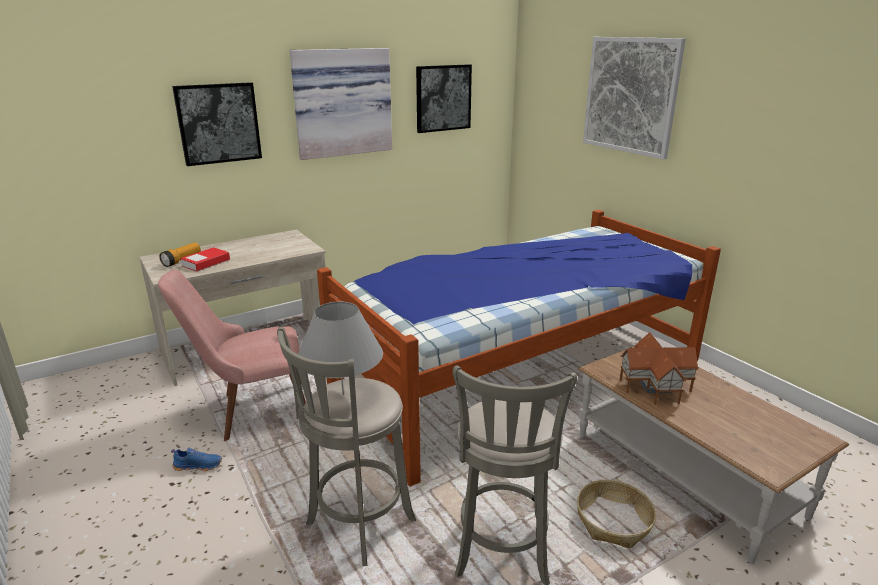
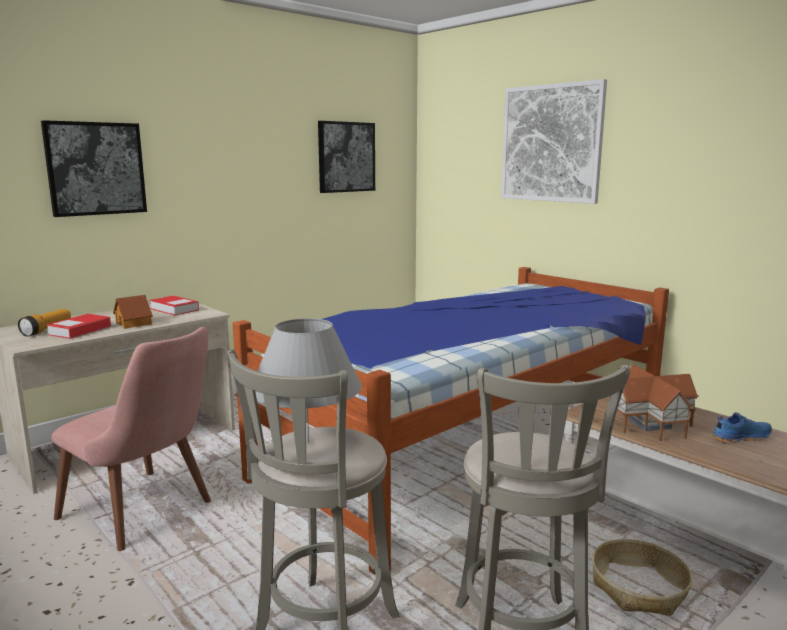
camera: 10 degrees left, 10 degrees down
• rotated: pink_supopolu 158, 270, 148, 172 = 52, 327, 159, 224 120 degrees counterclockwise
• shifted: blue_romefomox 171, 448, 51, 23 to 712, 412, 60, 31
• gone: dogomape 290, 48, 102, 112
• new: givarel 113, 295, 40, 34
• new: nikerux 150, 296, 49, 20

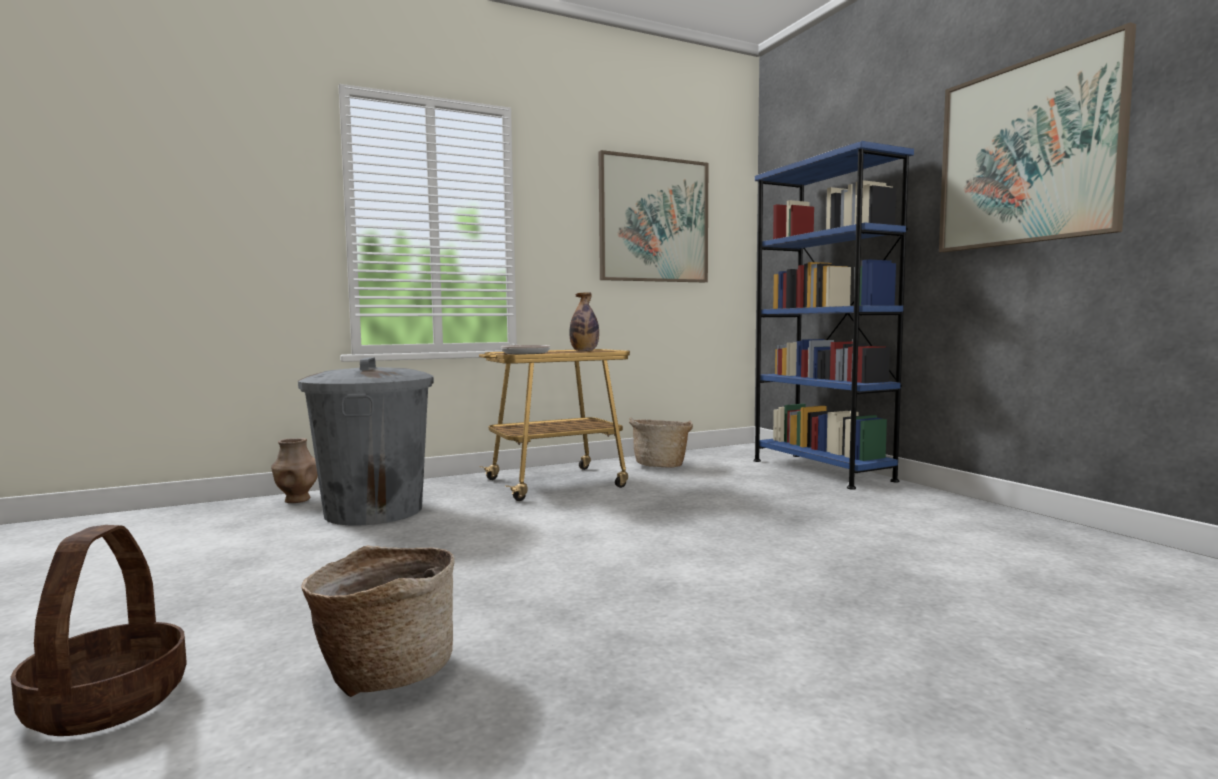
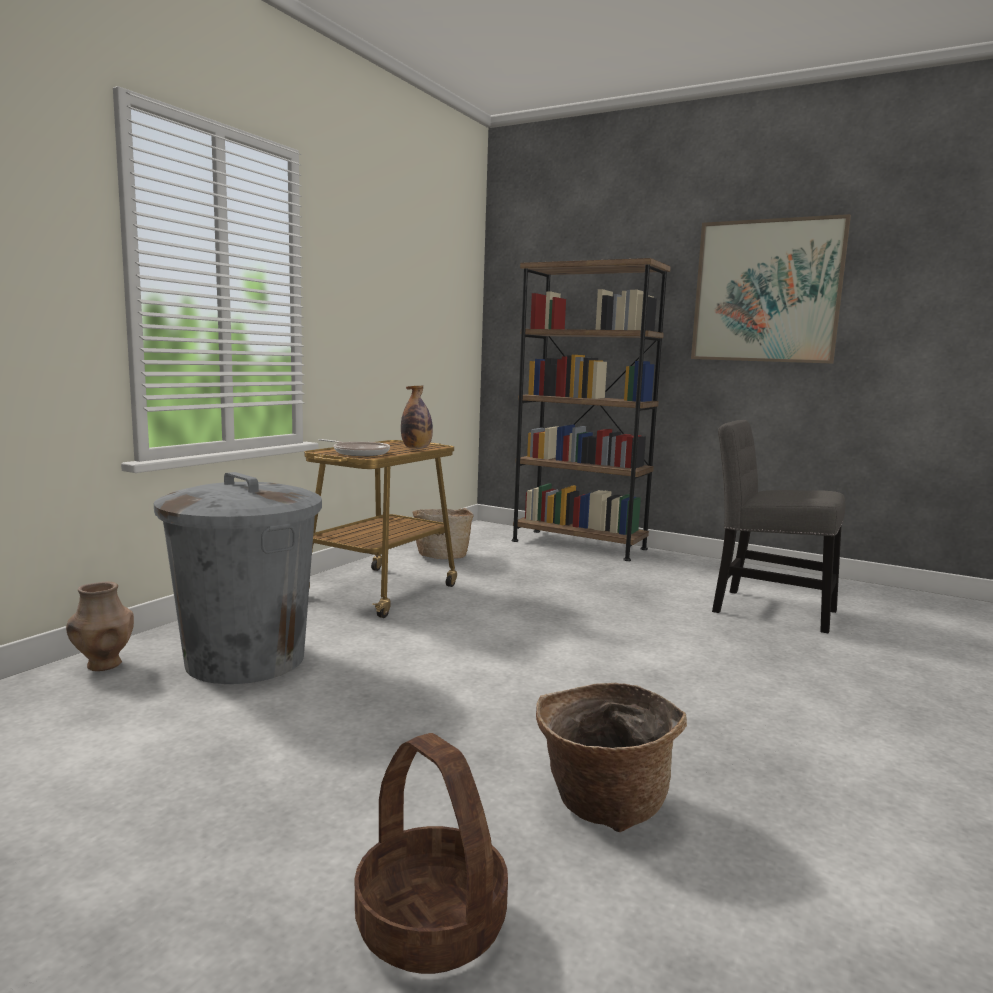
camera: 35 degrees left, 5 degrees up
• gone: dogomape 598, 150, 110, 132
• repainted: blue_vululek 753, 141, 161, 349 to brown_vululek 512, 258, 159, 303
• new: grey_supopolu 712, 420, 133, 213

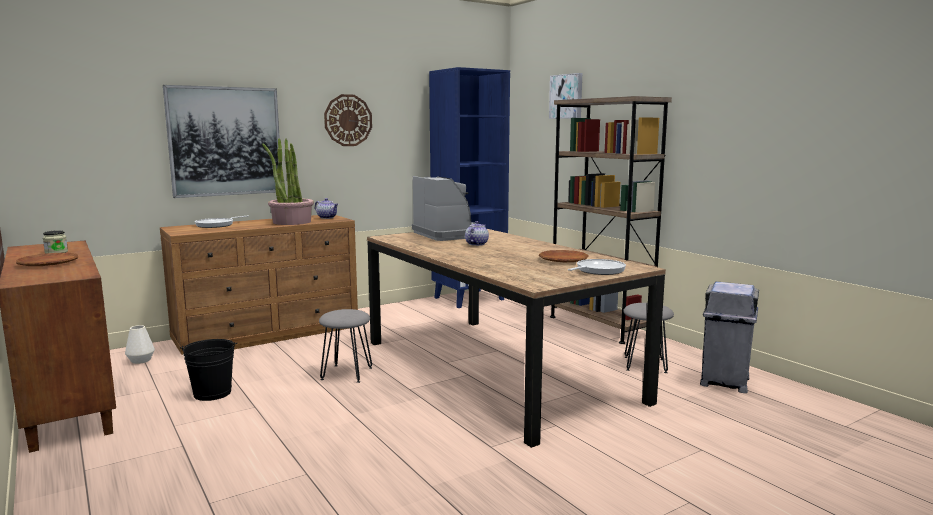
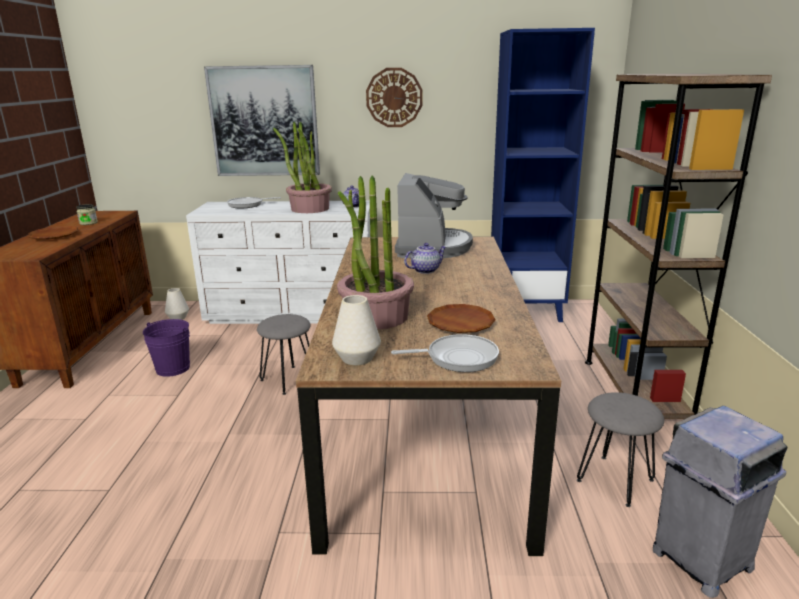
camera: 35 degrees right, 10 degrees up
• repainted: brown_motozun 160, 215, 198, 140 to white_motozun 186, 200, 184, 124
• repainted: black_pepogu 180, 339, 57, 62 to purple_pepogu 143, 319, 47, 58
• gone: dogomape 549, 73, 33, 46
• new: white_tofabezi 332, 295, 49, 70
• new: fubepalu 337, 175, 77, 155

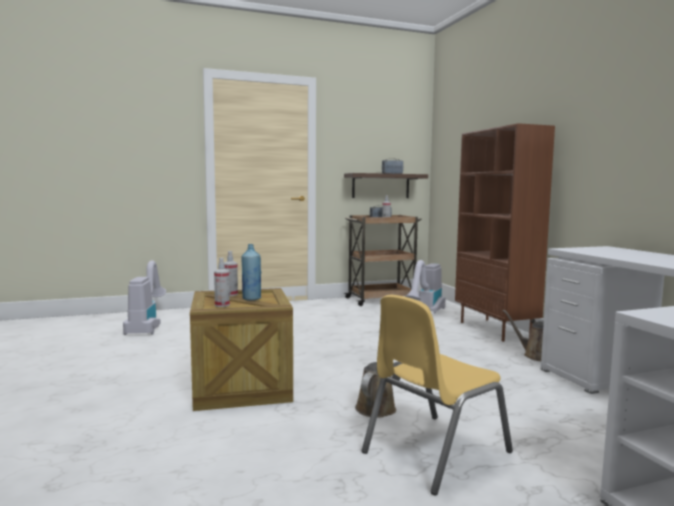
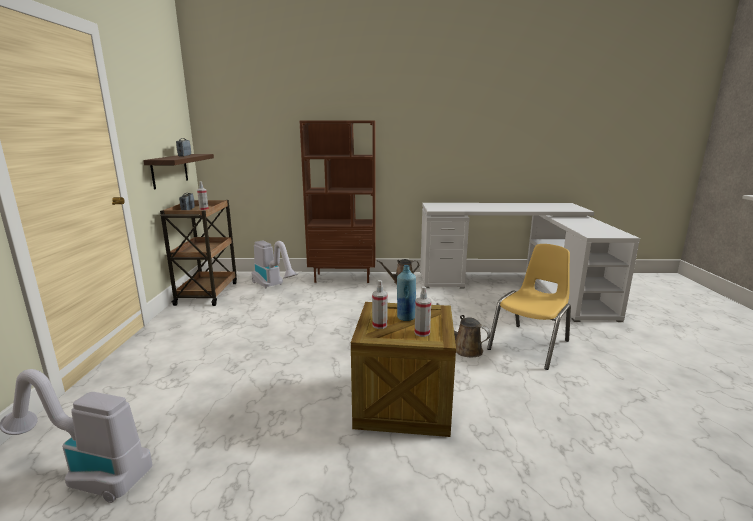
camera: 70 degrees left, 10 degrees up
• rotated: yellow_supopolu 362, 295, 151, 201 = 487, 244, 84, 126 120 degrees counterclockwise

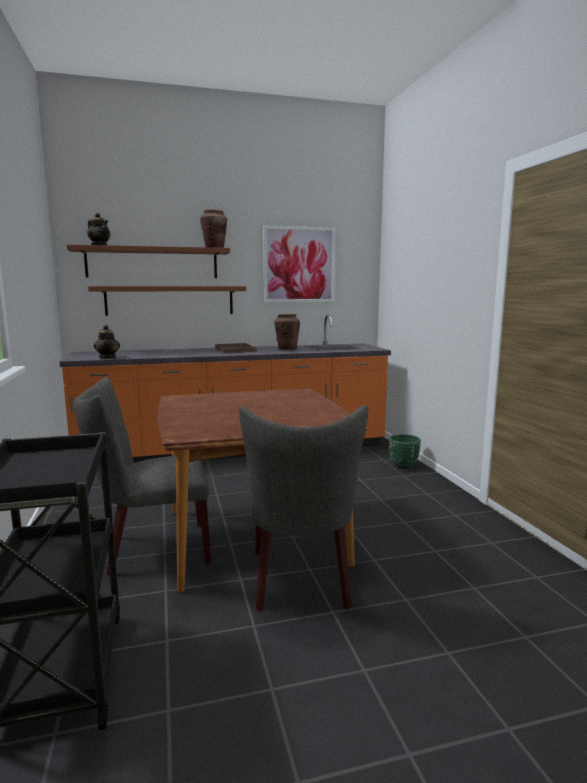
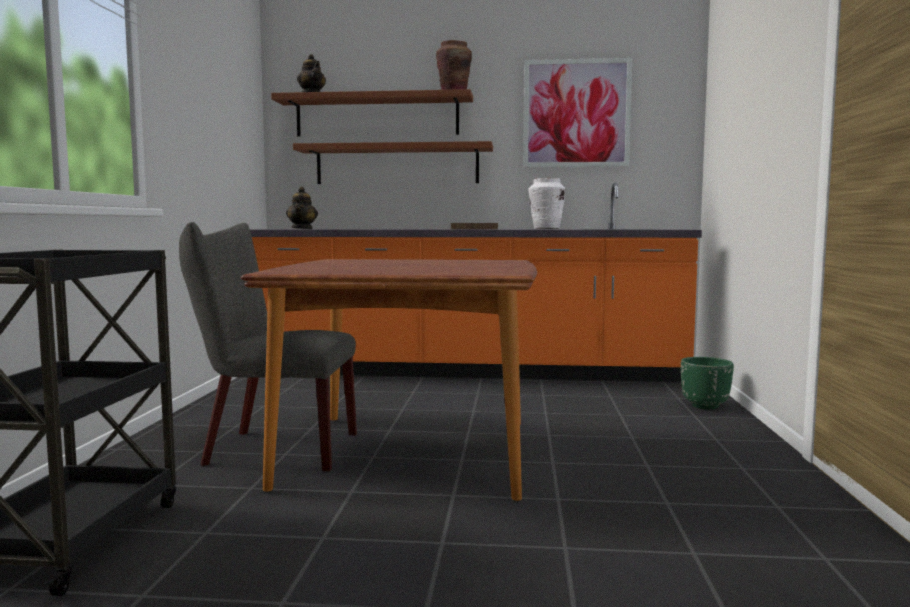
camera: 20 degrees right, 5 degrees down
• gone: grey_supopolu 239, 405, 129, 206
• repainted: brown_tofabezi 274, 314, 26, 36 to white_tofabezi 528, 178, 37, 51

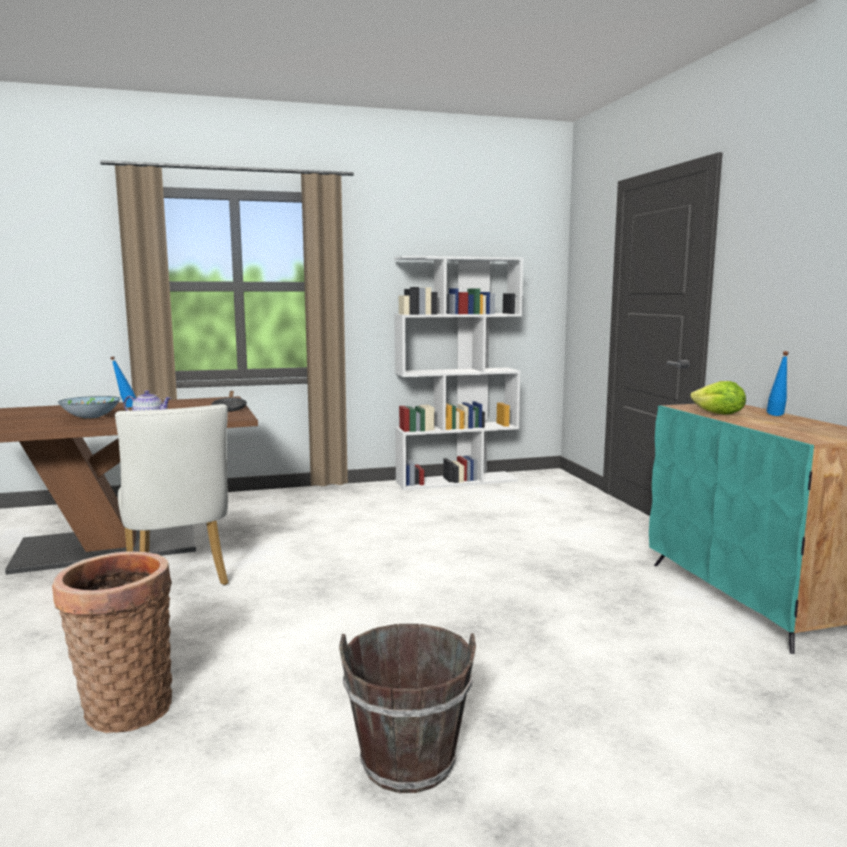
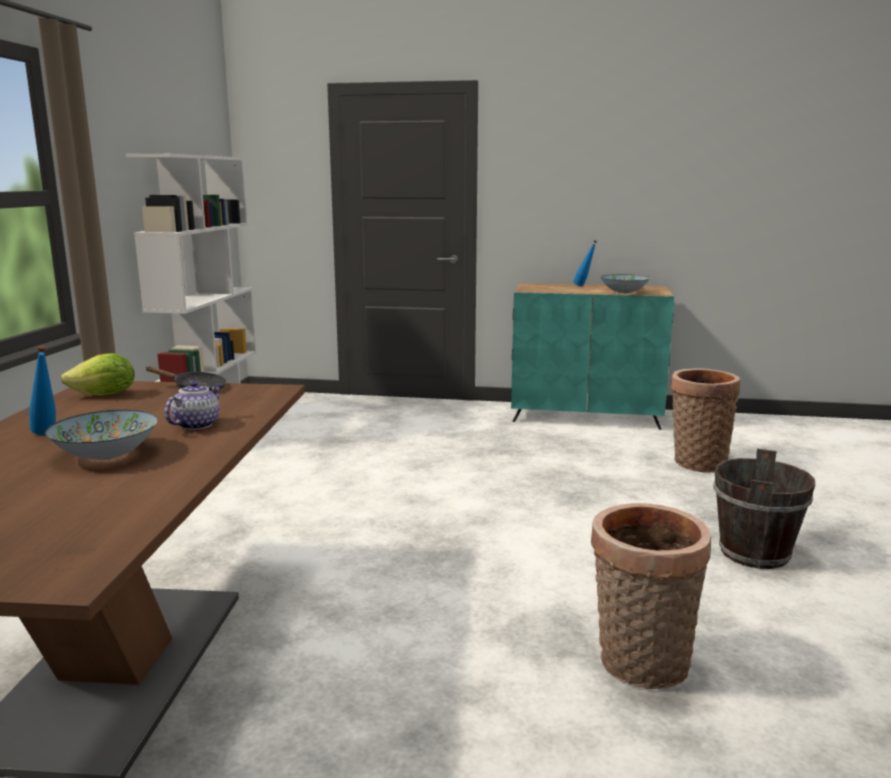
camera: 65 degrees left, 5 degrees up
• gone: white_supopolu 115, 404, 113, 181
• shifted: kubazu 690, 381, 56, 34 to 61, 353, 73, 42
• new: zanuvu 600, 274, 50, 19
• new: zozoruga 671, 369, 69, 104

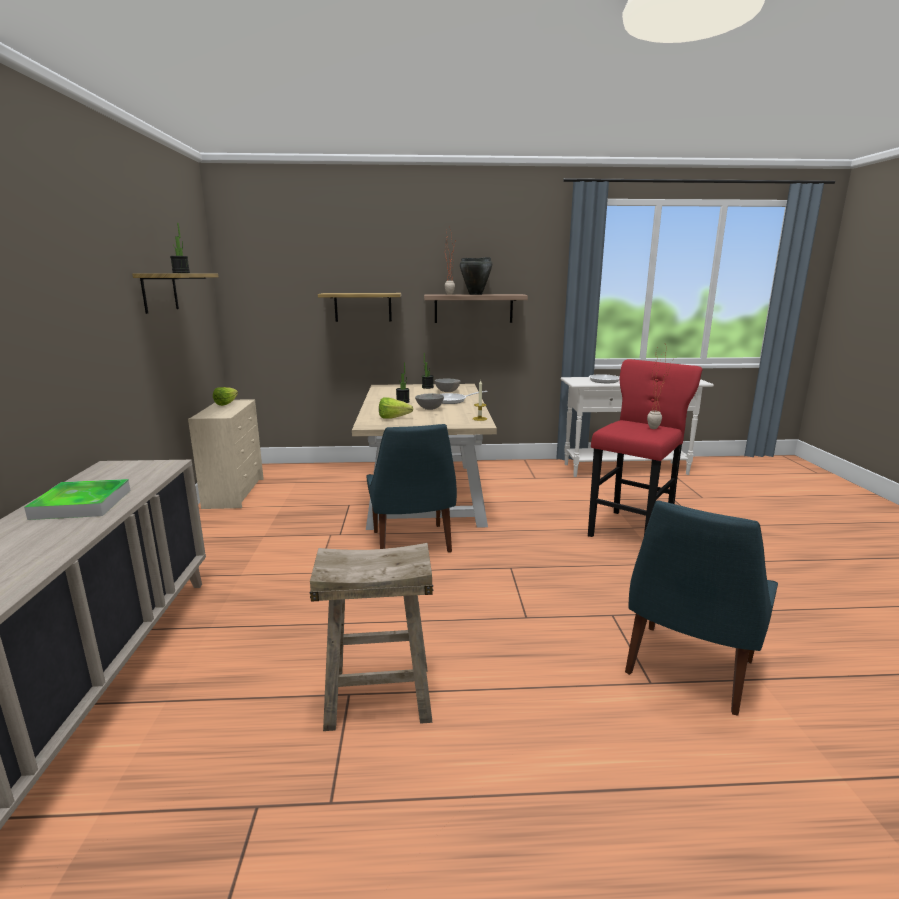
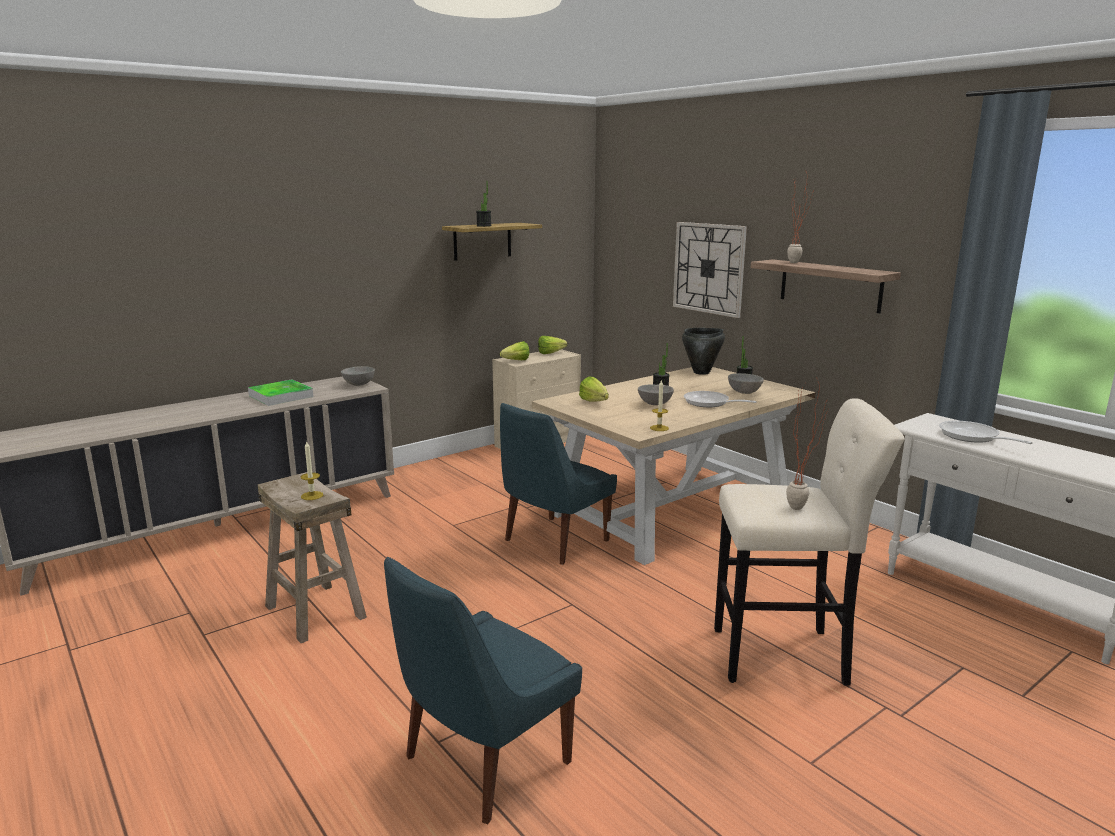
camera: 55 degrees right, 0 degrees up
• swapped: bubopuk 318, 293, 83, 29 to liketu 673, 222, 74, 96
• shifted: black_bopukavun 460, 257, 32, 38 to 682, 328, 43, 47
• repainted: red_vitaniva 588, 359, 115, 178 to beige_vitaniva 714, 398, 191, 288
• rotated: blue_supopolu 625, 500, 153, 216 = 384, 557, 198, 267 45 degrees counterclockwise
• new: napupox 301, 442, 23, 58
• new: grey_zanuvu 341, 366, 34, 20
• new: kubazu 500, 341, 29, 19

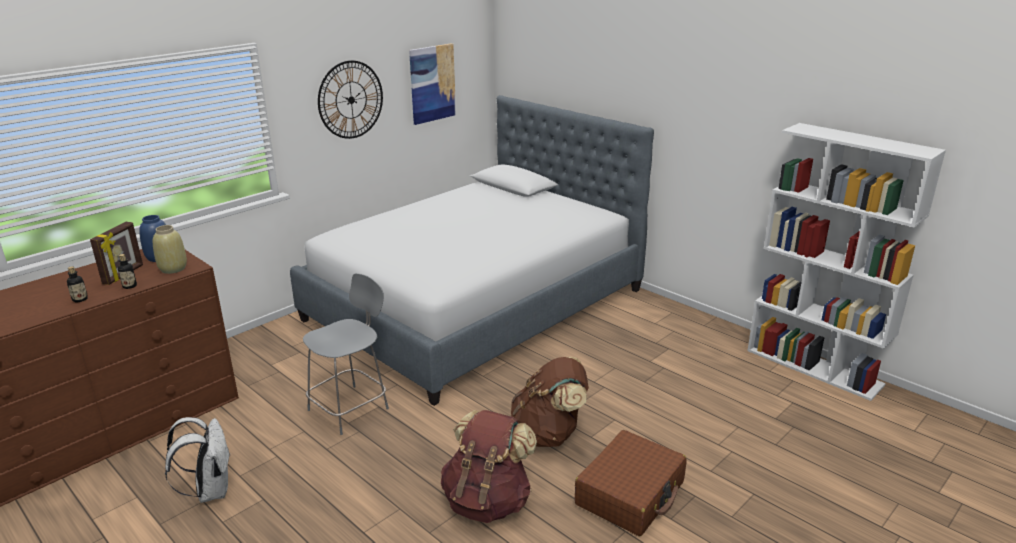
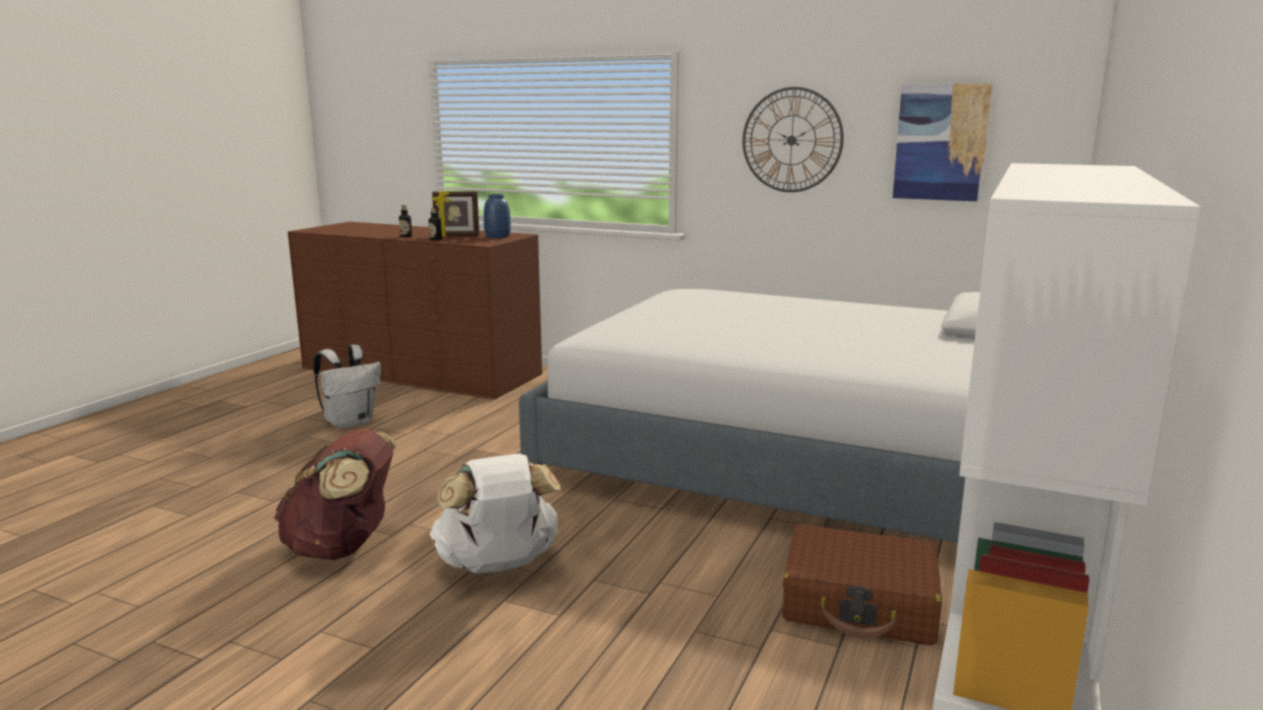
camera: 70 degrees right, 10 degrees down
• gone: beige_tofabezi 153, 225, 34, 49
• gone: grey_supopolu 303, 273, 86, 162
• repainted: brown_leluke 511, 357, 78, 90 to white_leluke 430, 454, 131, 120
• shifted: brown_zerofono 575, 430, 111, 106 to 782, 524, 160, 121

